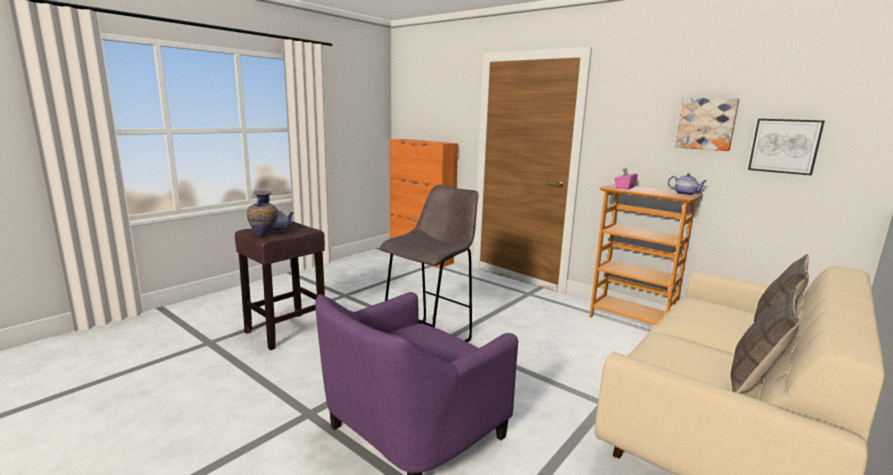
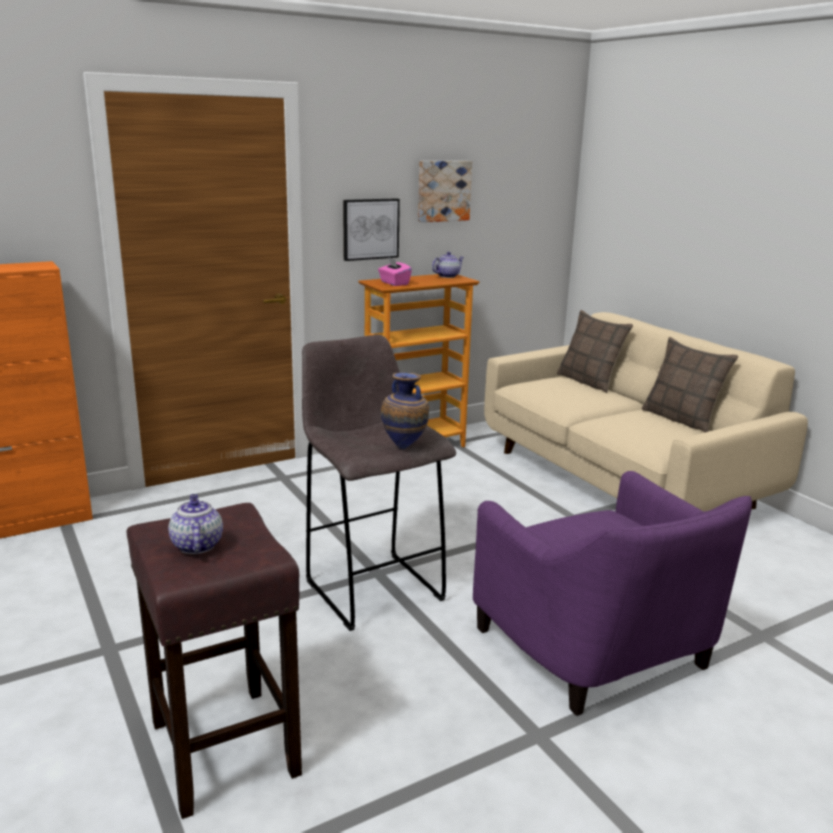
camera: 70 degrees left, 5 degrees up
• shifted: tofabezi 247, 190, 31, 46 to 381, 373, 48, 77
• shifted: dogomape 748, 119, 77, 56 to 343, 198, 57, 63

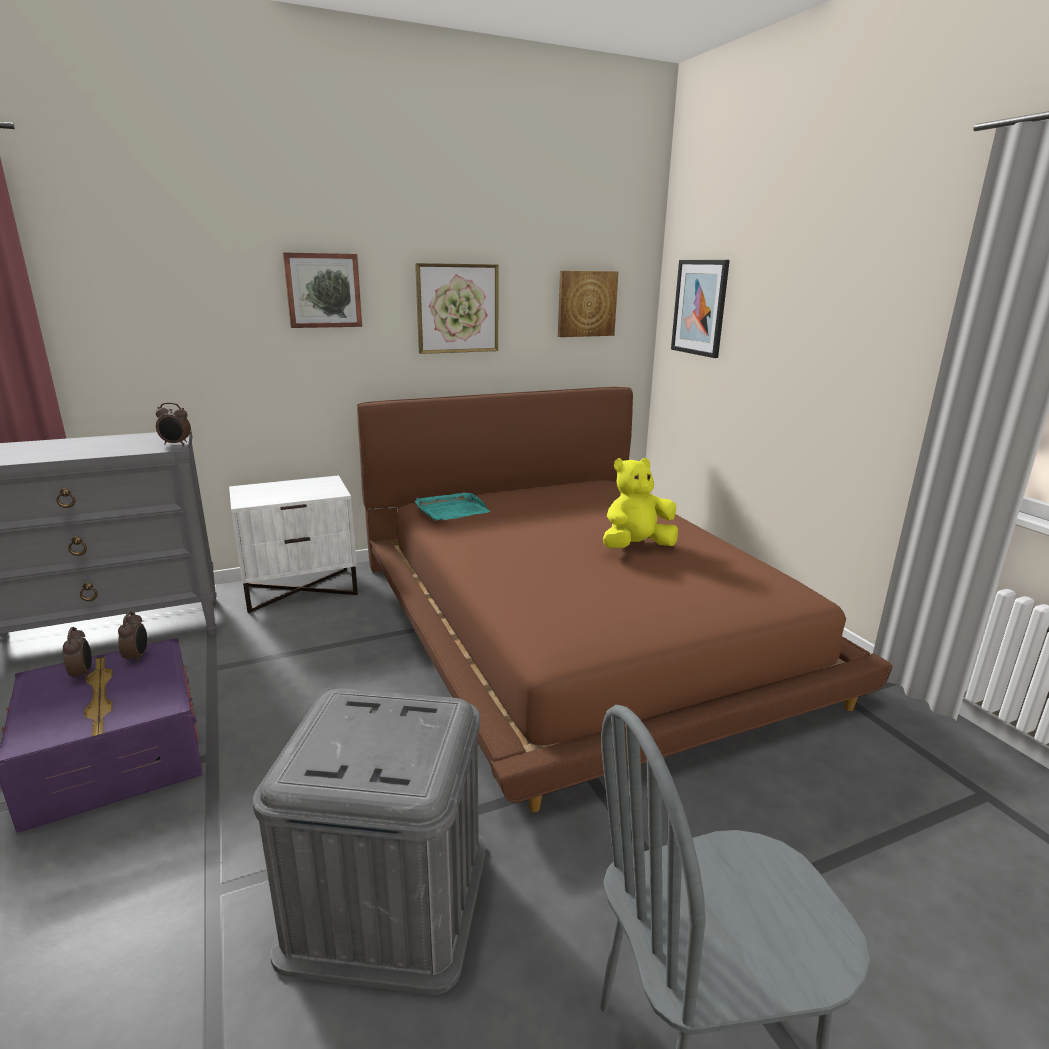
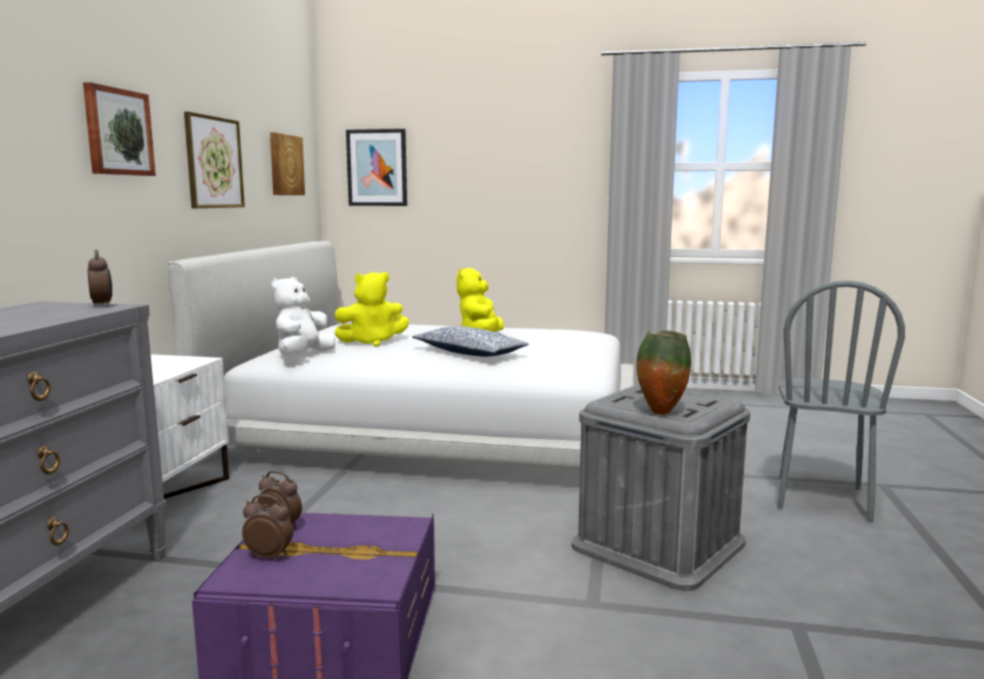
camera: 55 degrees left, 10 degrees down
• rotated: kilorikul 156, 402, 35, 43 = 88, 250, 24, 56 60 degrees counterclockwise
• repainted: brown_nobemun 357, 387, 536, 425 to white_nobemun 168, 241, 467, 228
• swapped: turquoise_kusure 415, 492, 76, 29 to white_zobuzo 271, 277, 64, 78
• new: yellow_zobuzo 335, 272, 74, 75
• new: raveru 412, 326, 117, 31
• new: tofabezi 636, 330, 55, 85

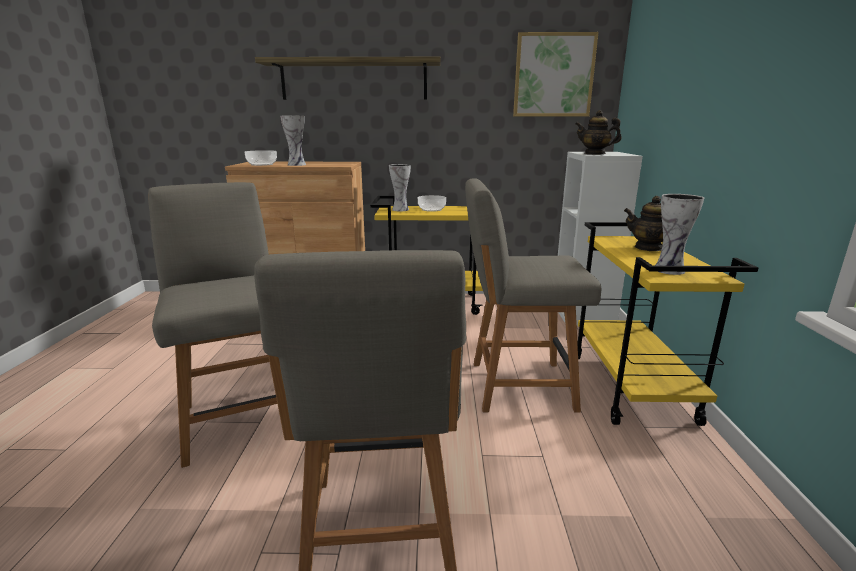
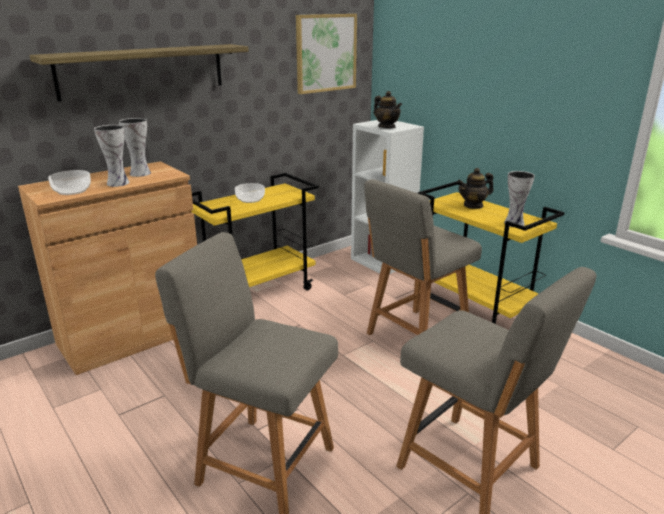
camera: 40 degrees left, 5 degrees up
• shifted: tofabezi 389, 164, 22, 47 to 119, 118, 32, 59
• rotated: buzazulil 575, 110, 47, 45 = 374, 91, 28, 37 105 degrees counterclockwise

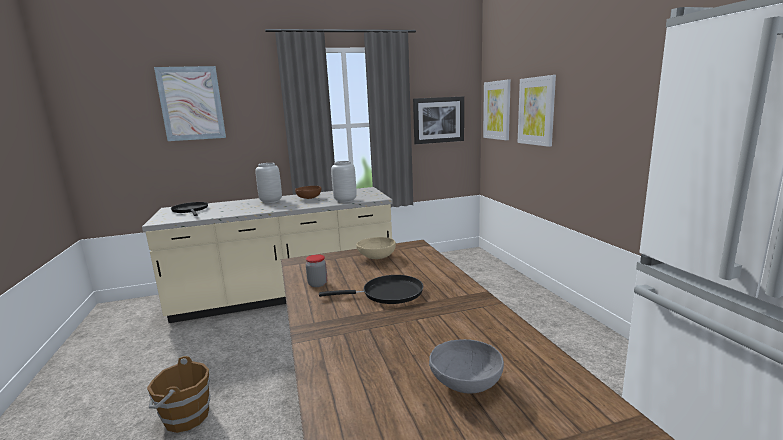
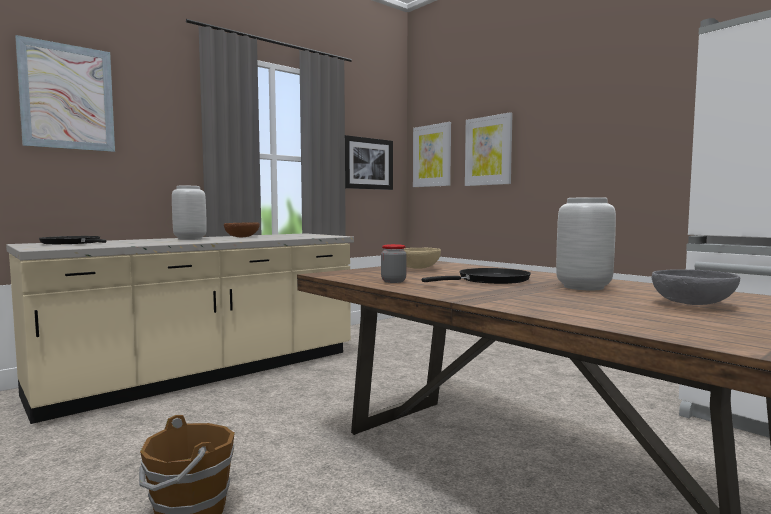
camera: 25 degrees left, 10 degrees down
• shifted: grey_tofabezi 331, 161, 26, 42 to 556, 197, 60, 93

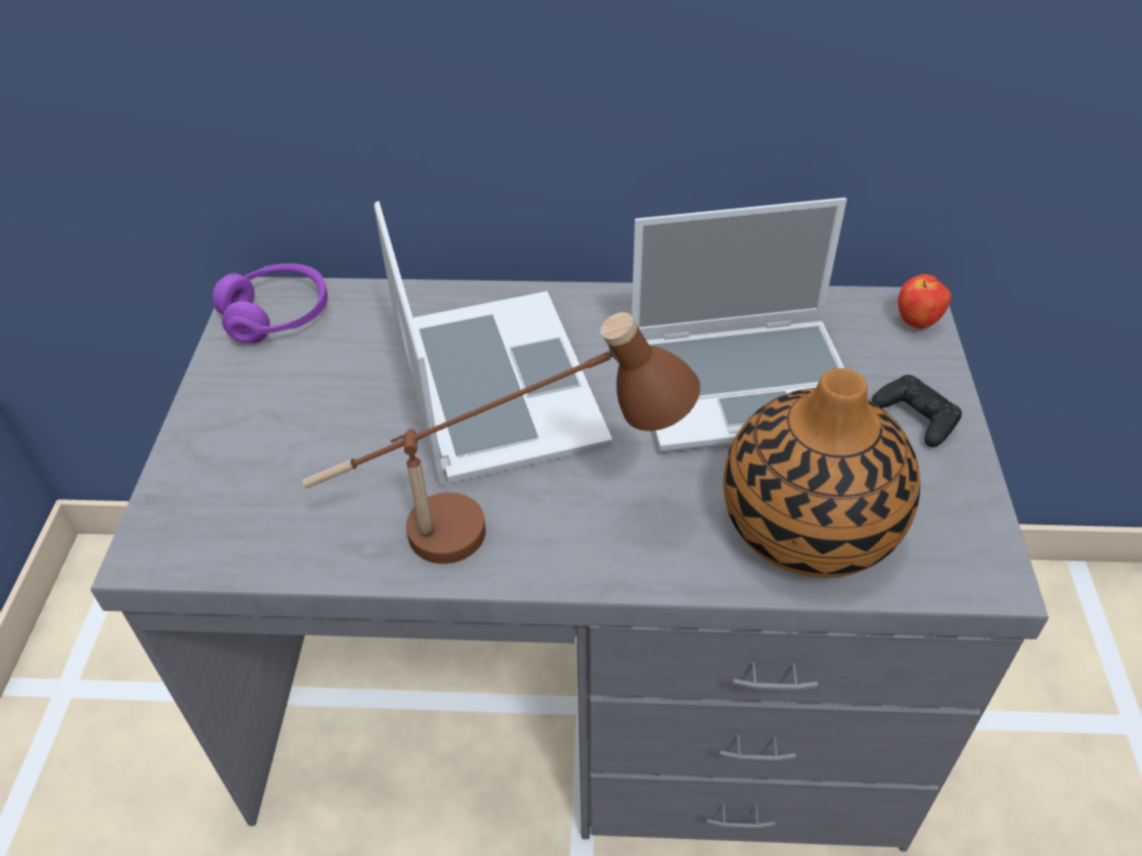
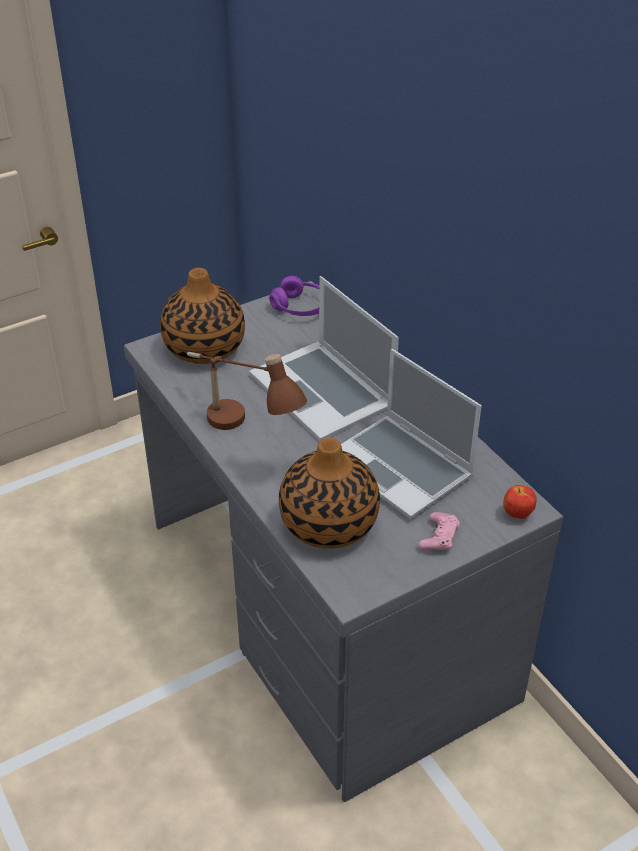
camera: 55 degrees right, 5 degrees down
• rotated: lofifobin 374, 201, 239, 284 = 249, 276, 150, 165 105 degrees clockwise
• repainted: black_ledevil 872, 375, 90, 72 to pink_ledevil 418, 512, 42, 39
• new: tofabezi 160, 268, 85, 96

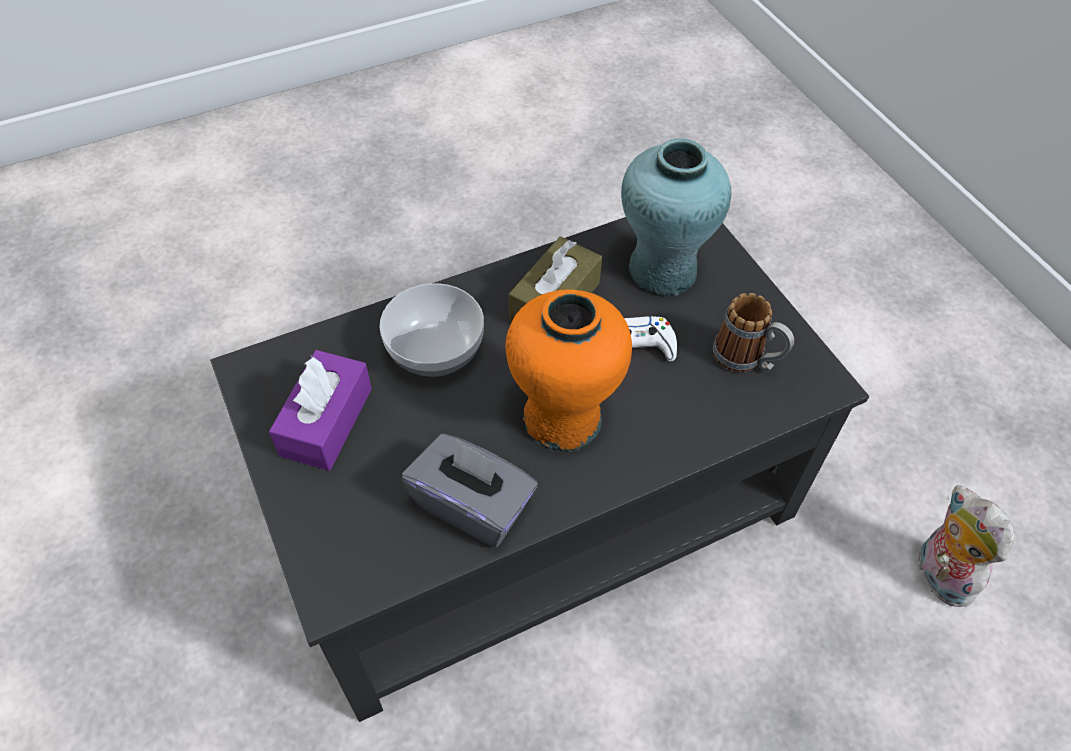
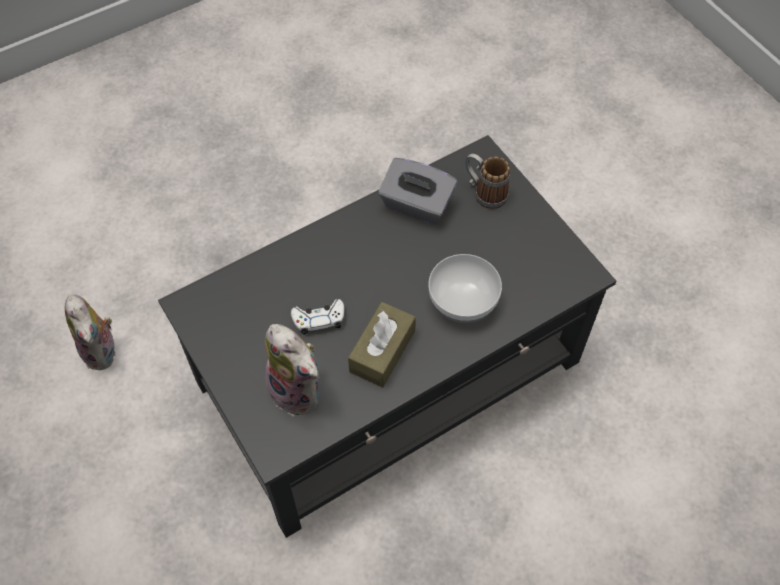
camera: 175 degrees right, 5 degrees up
• gone: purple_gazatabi 269, 350, 103, 121
• gone: orange_tofabezi 505, 289, 127, 163
• swapped: turquoise_tofabezi 621, 138, 110, 158 to zobuzo 265, 324, 55, 92
• shifted: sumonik 713, 293, 81, 79 to 465, 154, 45, 55

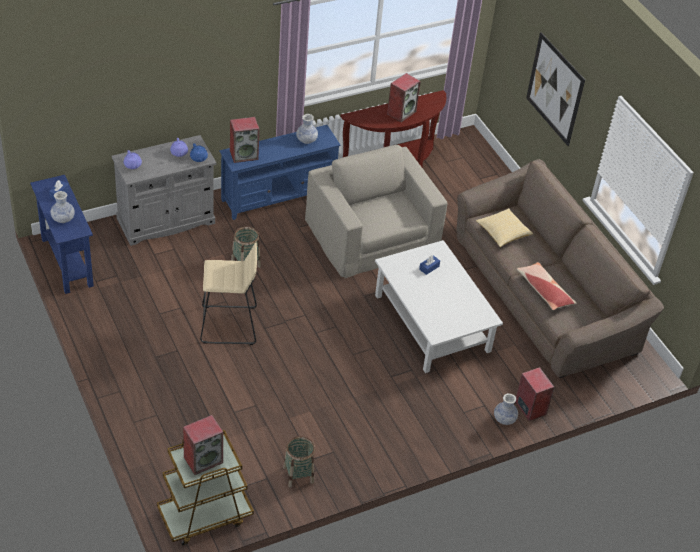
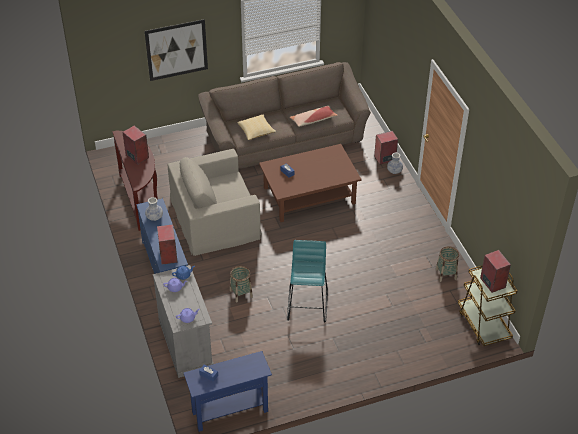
camera: 80 degrees left, 0 degrees up
• gone: tofabezi 51, 191, 24, 32
• repainted: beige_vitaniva 200, 243, 57, 102 to turquoise_vitaniva 287, 240, 41, 83
• repainted: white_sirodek 375, 240, 128, 133 to brown_sirodek 259, 144, 102, 78

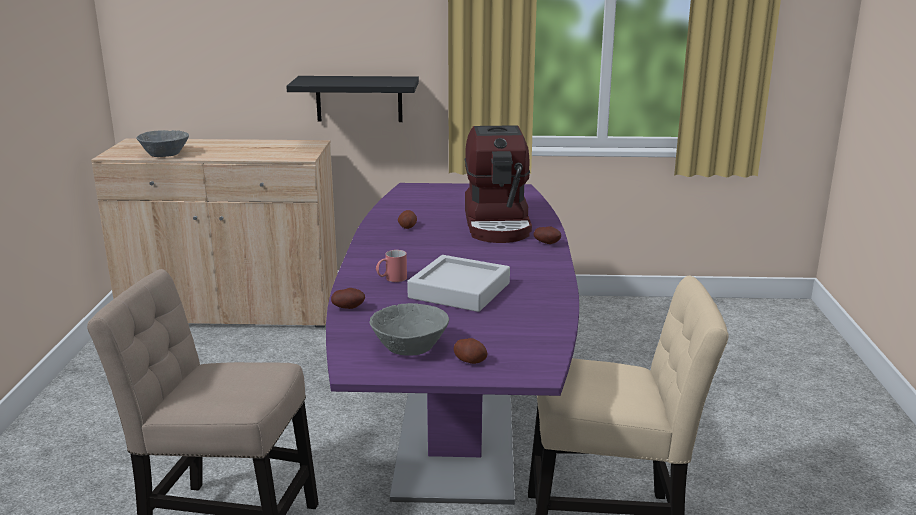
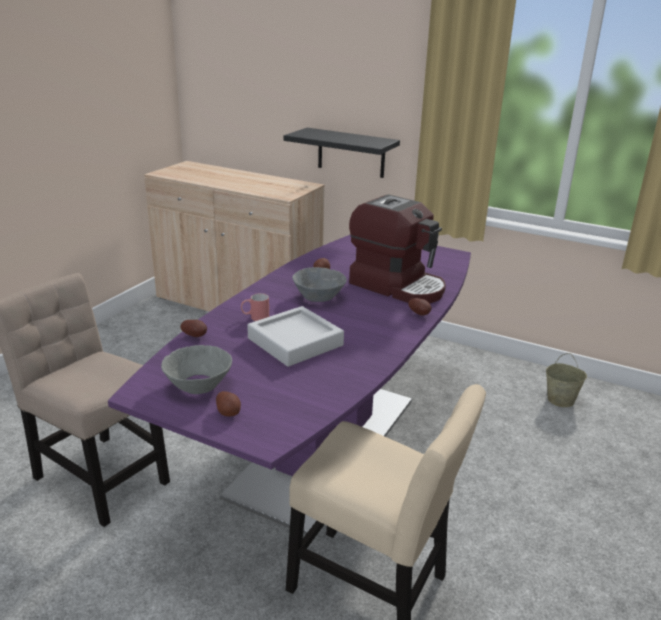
camera: 25 degrees right, 5 degrees up
• shifted: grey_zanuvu 136, 130, 53, 27 to 292, 267, 55, 35
• rotated: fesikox 465, 125, 67, 118 = 349, 194, 97, 109 75 degrees counterclockwise
• new: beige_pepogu 546, 353, 41, 54

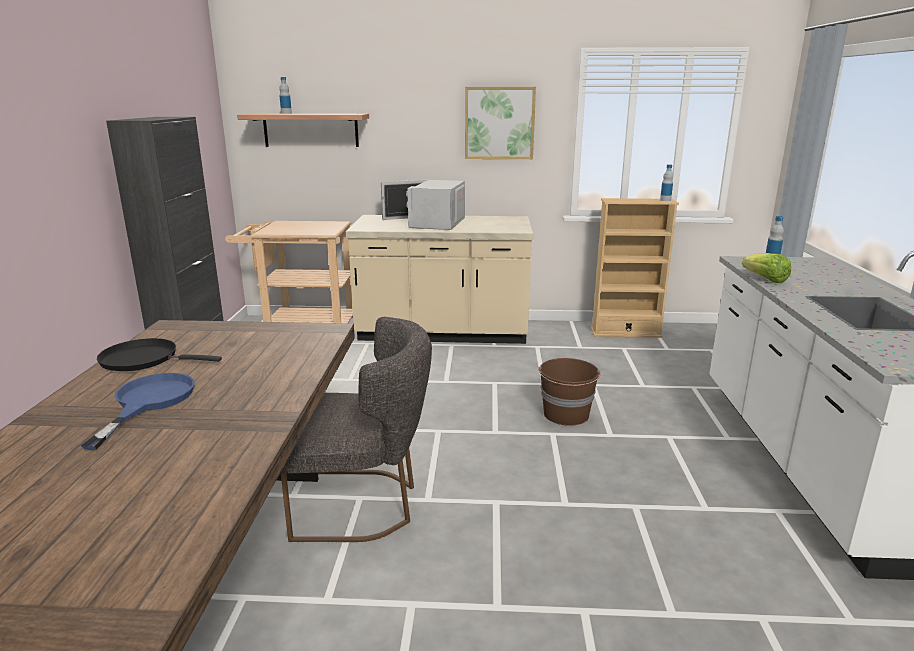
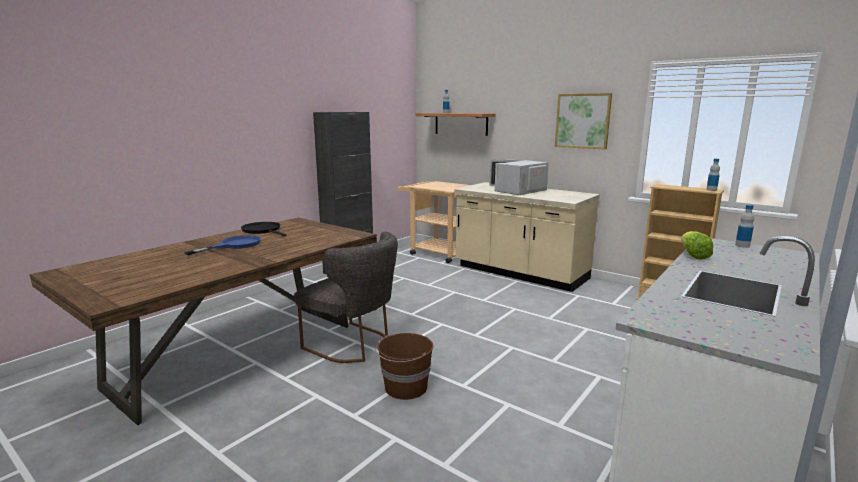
camera: 35 degrees right, 5 degrees down
• shifted: brown_pepogu 539, 358, 62, 68 to 375, 333, 58, 67

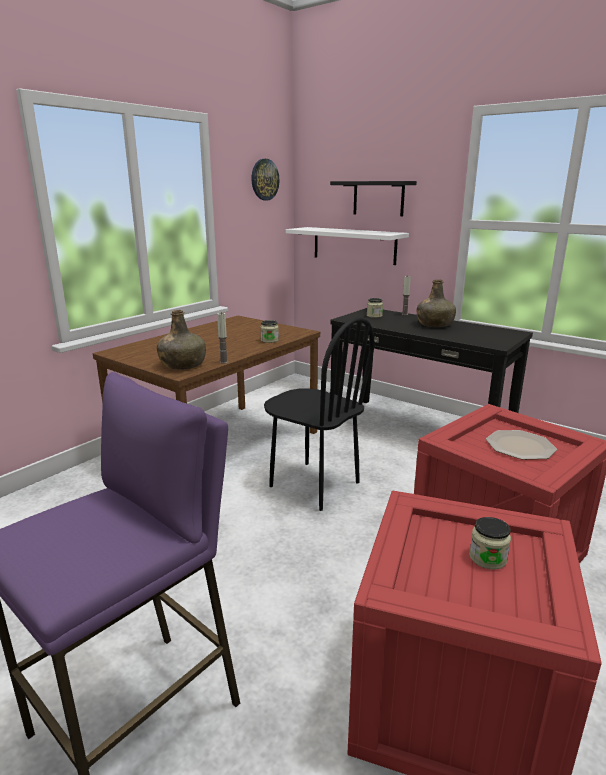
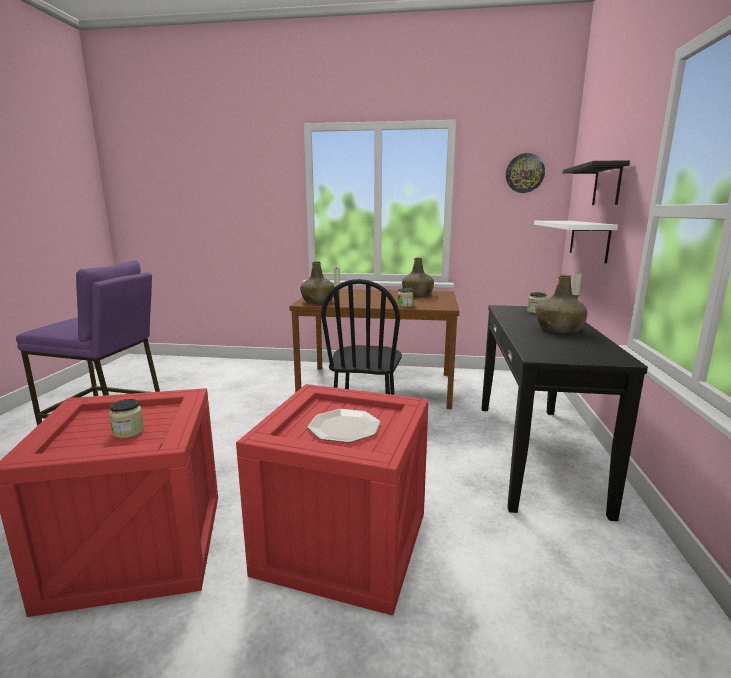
camera: 60 degrees right, 5 degrees down
• new: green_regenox 402, 257, 32, 39

